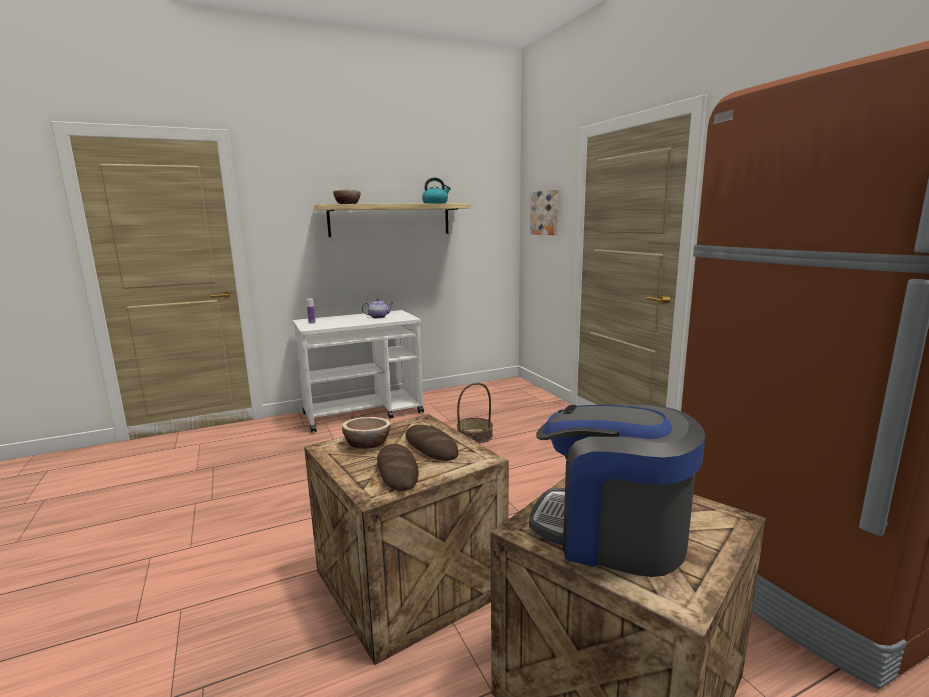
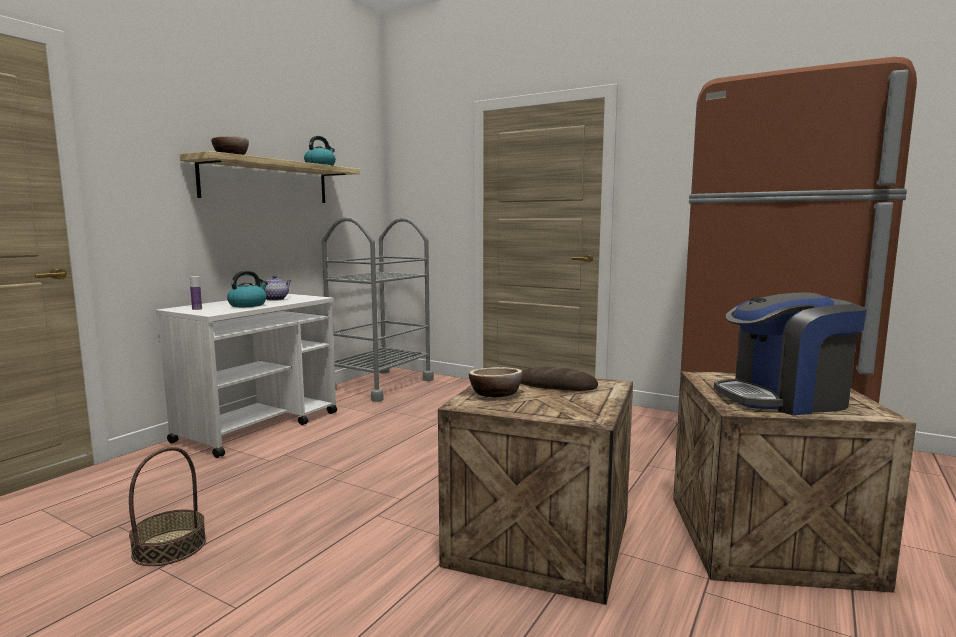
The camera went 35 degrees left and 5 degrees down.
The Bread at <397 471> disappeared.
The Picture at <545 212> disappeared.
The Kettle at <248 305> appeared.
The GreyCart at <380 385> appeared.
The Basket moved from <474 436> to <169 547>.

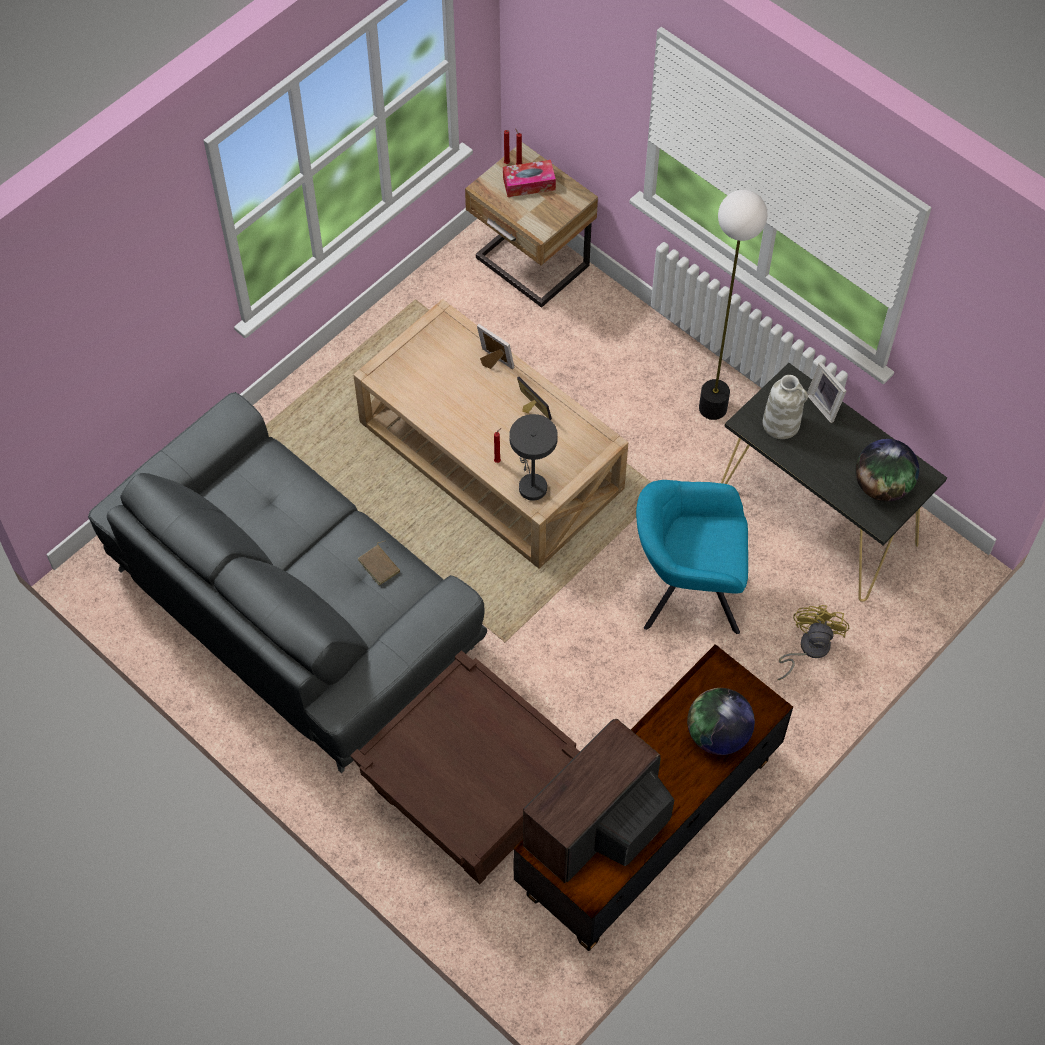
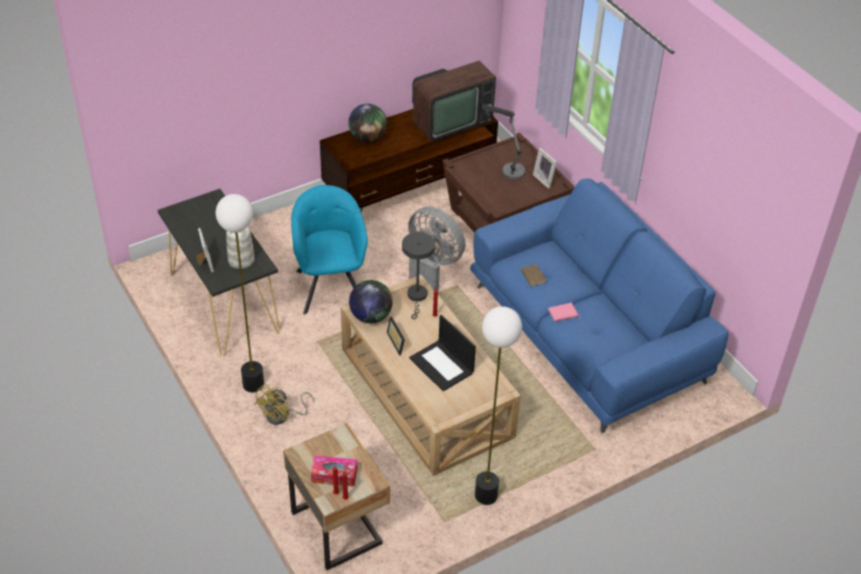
The camera went 165 degrees left and 15 degrees down.
The GreyFan at <432 265> appeared.
The Laptop at <442 365> appeared.
The FloorLamp at <485 495> appeared.
The TableLamp at <507 169> appeared.
The PinkBook at <563 314> appeared.
The PictureFrame moved from <493 363> to <545 179>.
The YellowFan moved from <808 648> to <282 416>.
The Globe moved from <882 486> to <370 316>.
The GreySofa at <294 607> became the BlueSofa at <588 334>.
The TurquoiseArmchair at <686 589> turned 120 degrees counterclockwise.

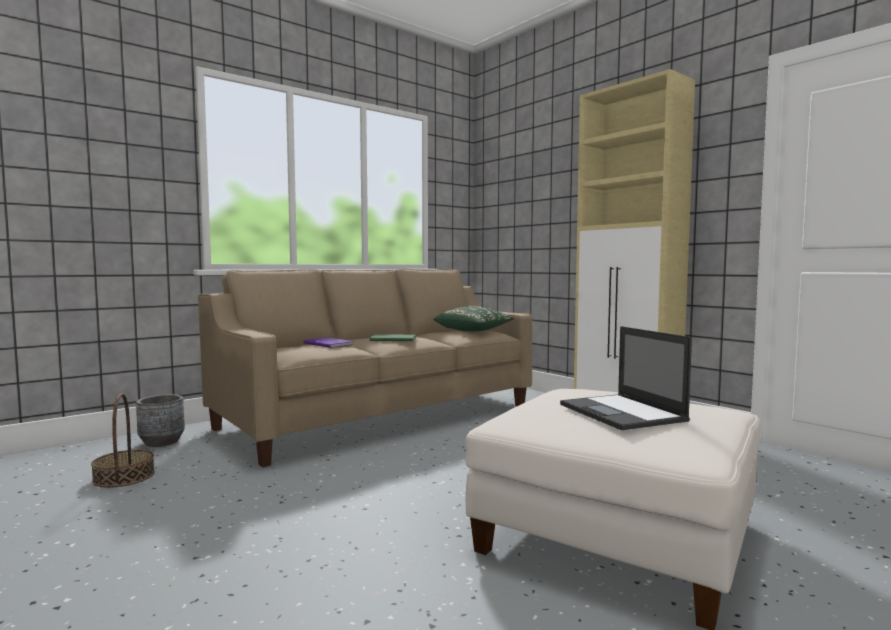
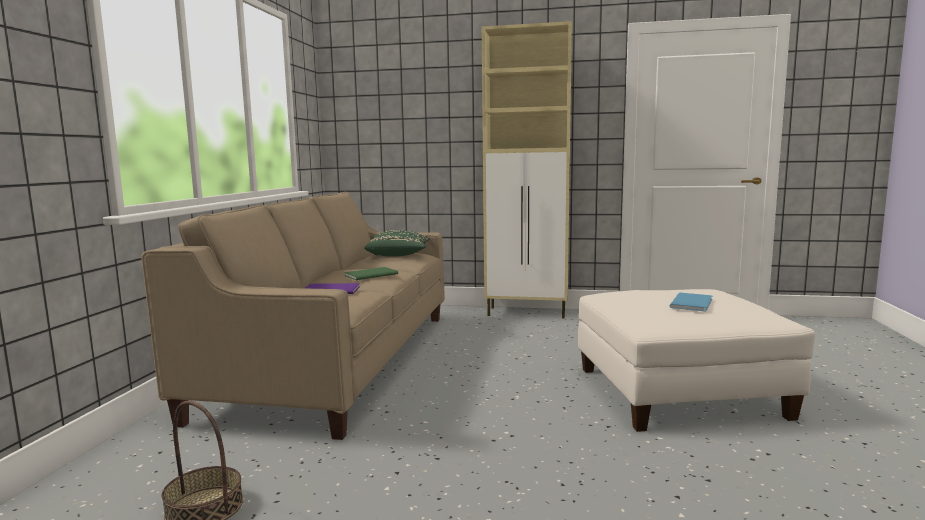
The camera went 40 degrees left and 5 degrees up.
The GreyPlanter at <162 442> disappeared.
The Laptop at <622 413> was replaced by the BlueBook at <693 303>.

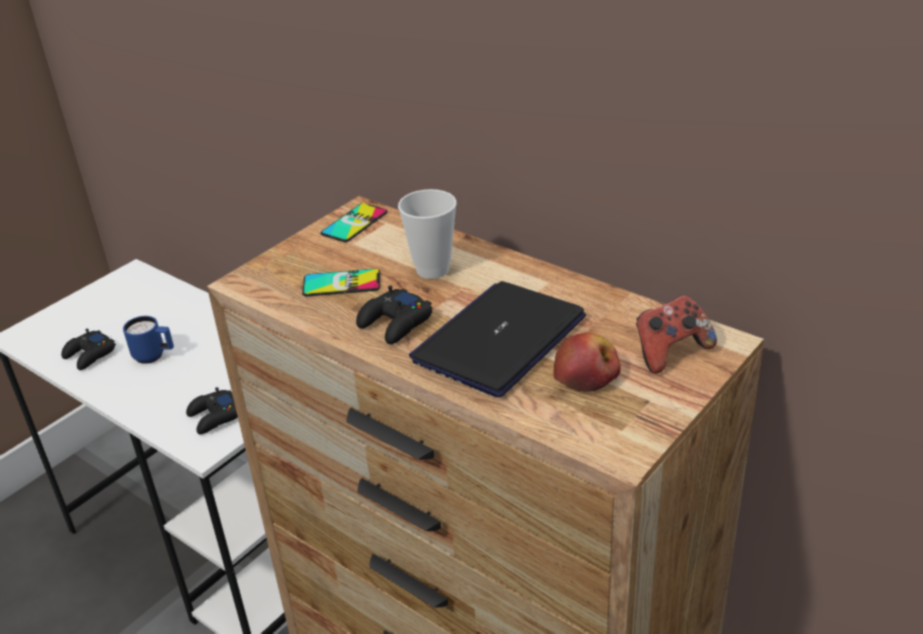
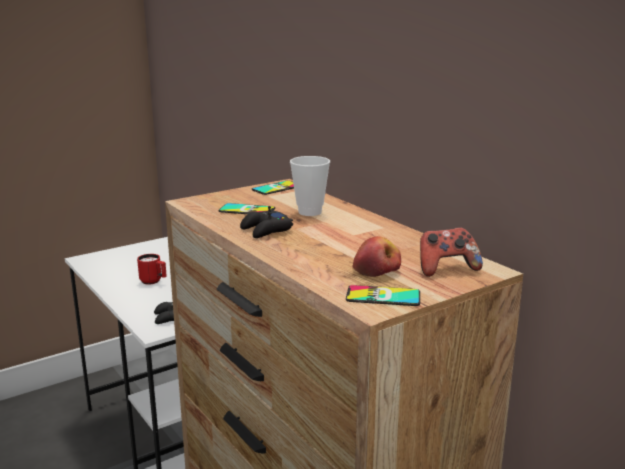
The camera went 15 degrees right and 15 degrees down.
The BlackGameController at <89 355> disappeared.
The Laptop at <499 339> disappeared.
The Phone at <383 296> appeared.
The BlueMug at <154 356> became the RedMug at <153 281>.

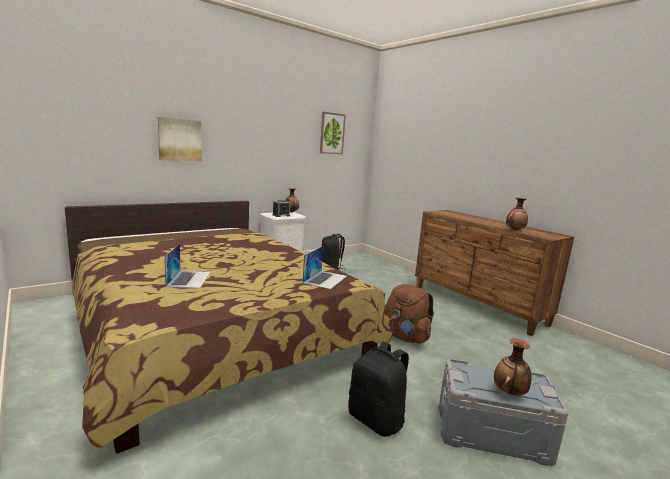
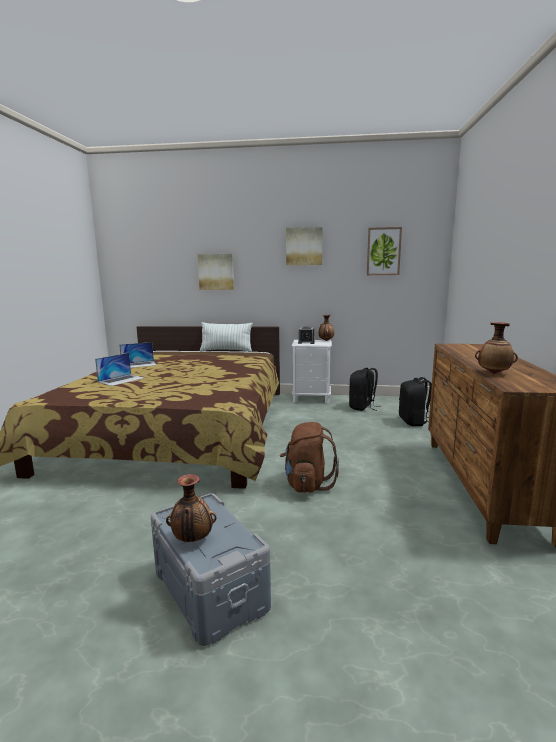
The camera went 45 degrees right and 0 degrees up.
The Pillow at <226 351> appeared.
The Picture at <304 246> appeared.
The Laptop moved from <325 279> to <139 364>.
The BlackBackpack moved from <377 420> to <413 422>.

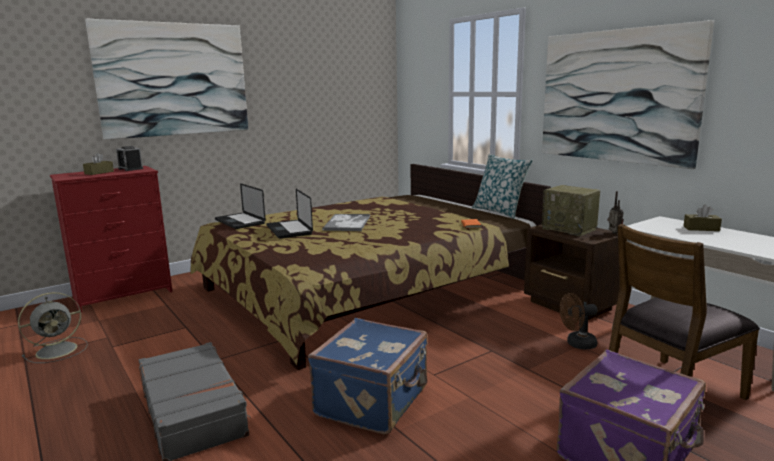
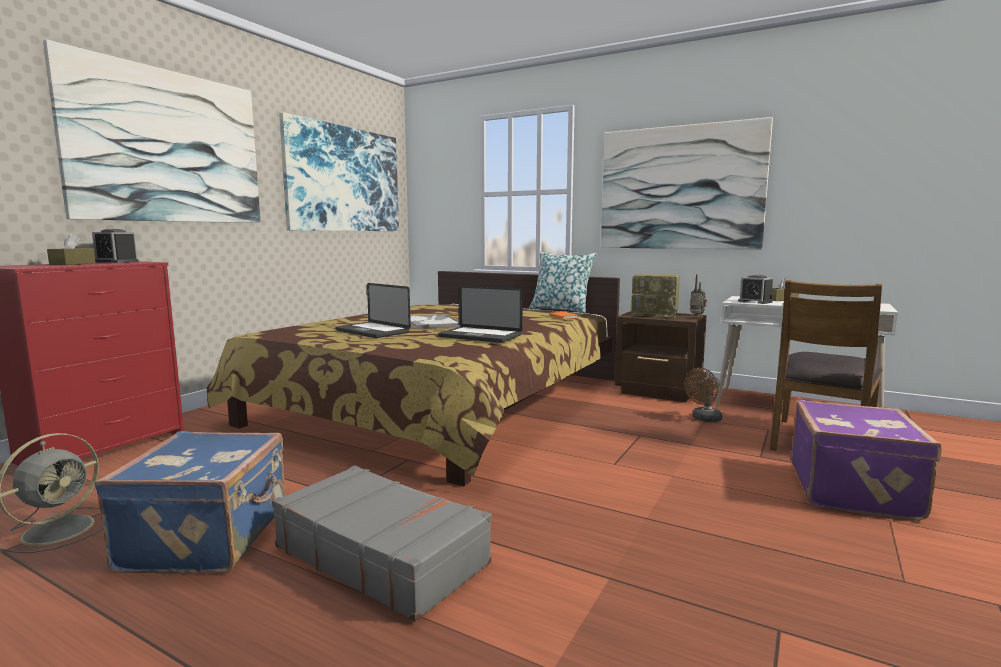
The camera went 25 degrees left and 5 degrees down.
The Picture at <344 179> appeared.
The AlarmClock at <755 302> appeared.
The Laptop moved from <240 222> to <480 336>.
The BlueSuitcase moved from <374 402> to <210 537>.

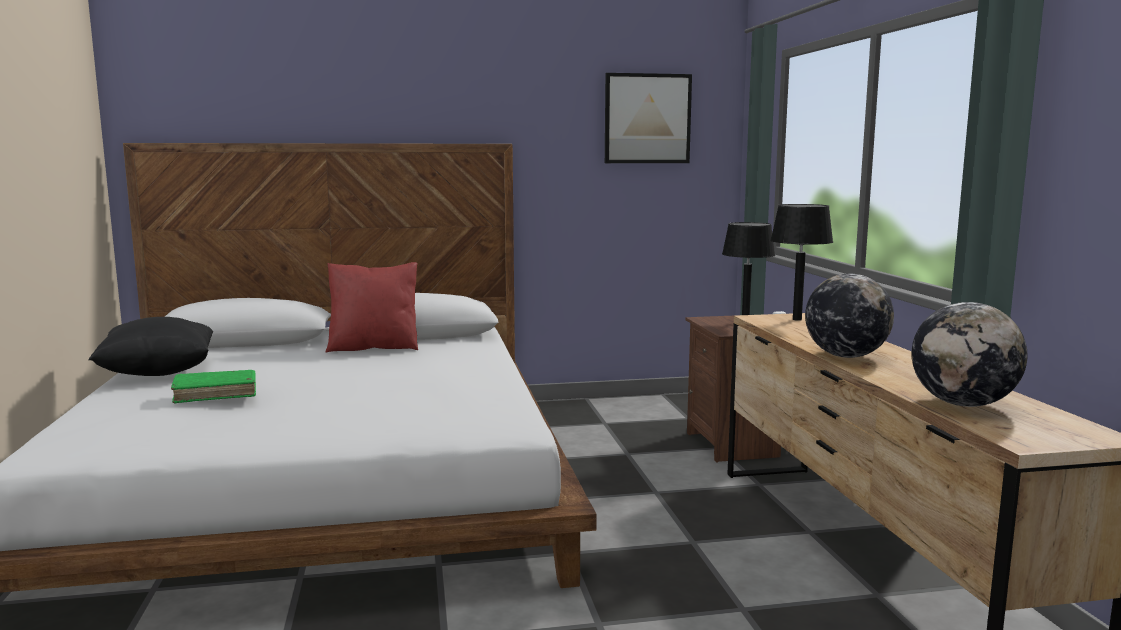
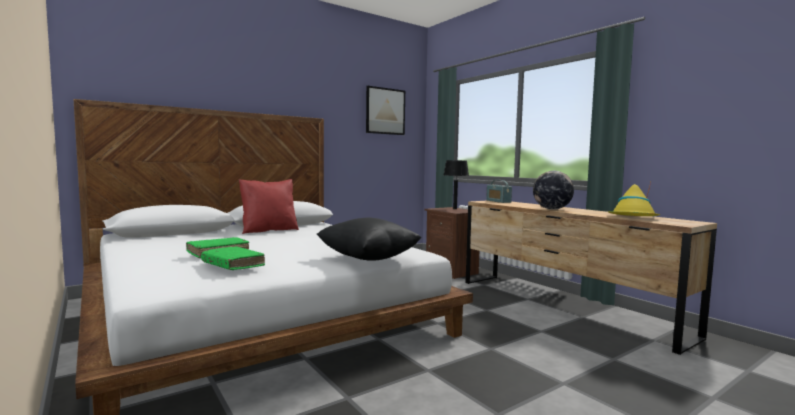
The camera went 25 degrees left and 5 degrees down.
The GreenBook at <233 265> appeared.
The BlackPillow moved from <159 373> to <368 259>.
The BlackTableLamp at <797 319> was replaced by the Radio at <498 201>.
The Globe at <963 404> was replaced by the YellowHat at <633 218>.

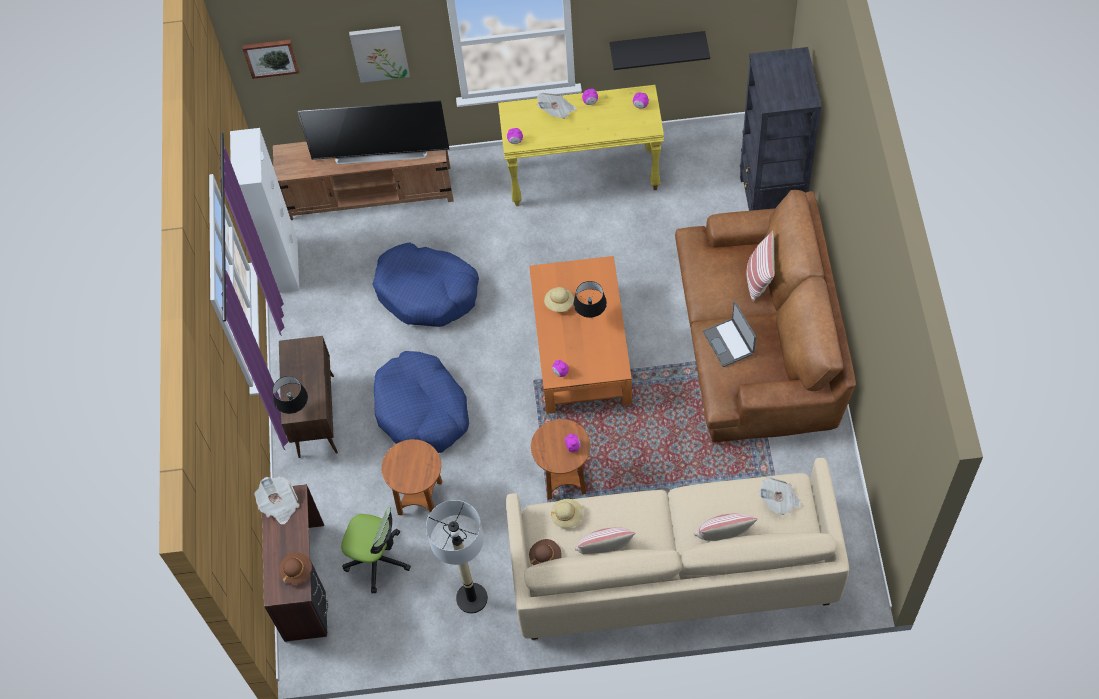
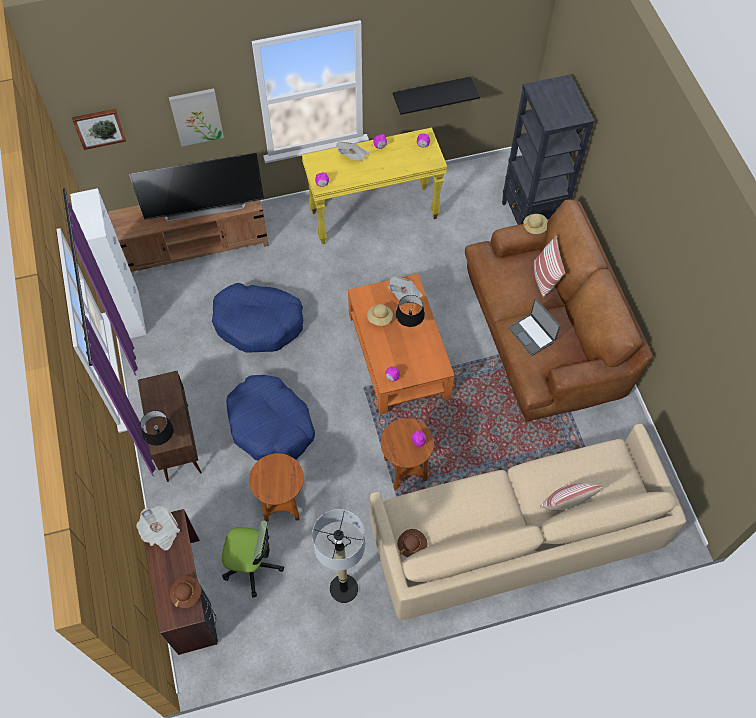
The camera went 15 degrees left and 0 degrees up.
The Pillow at <605 549> disappeared.
The BeigeHat moved from <567 516> to <535 227>.
The Newspaper moved from <779 501> to <405 294>.

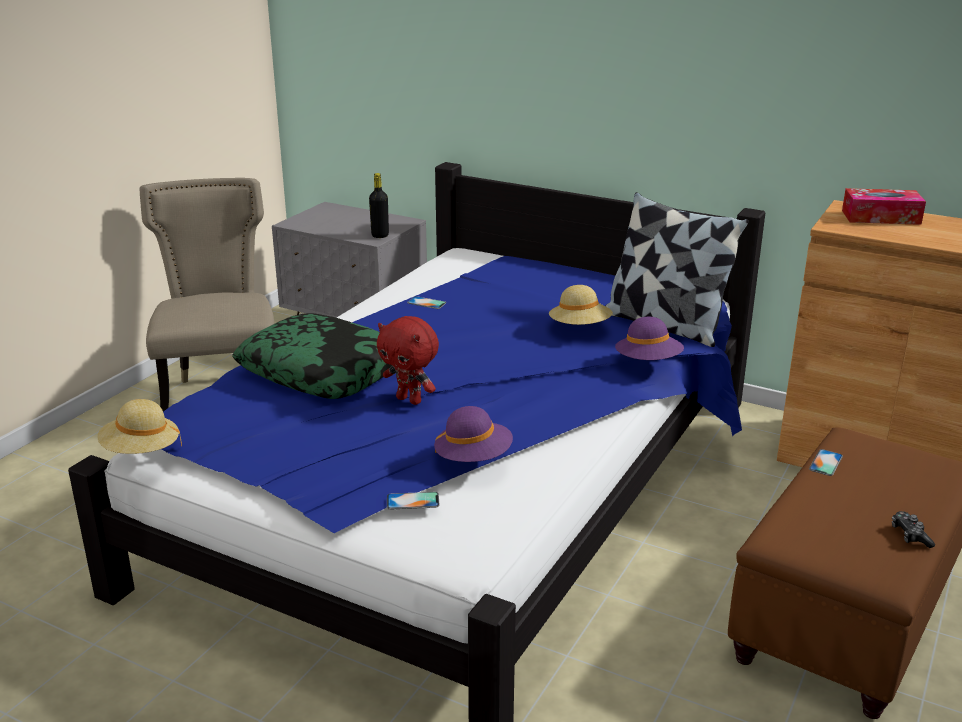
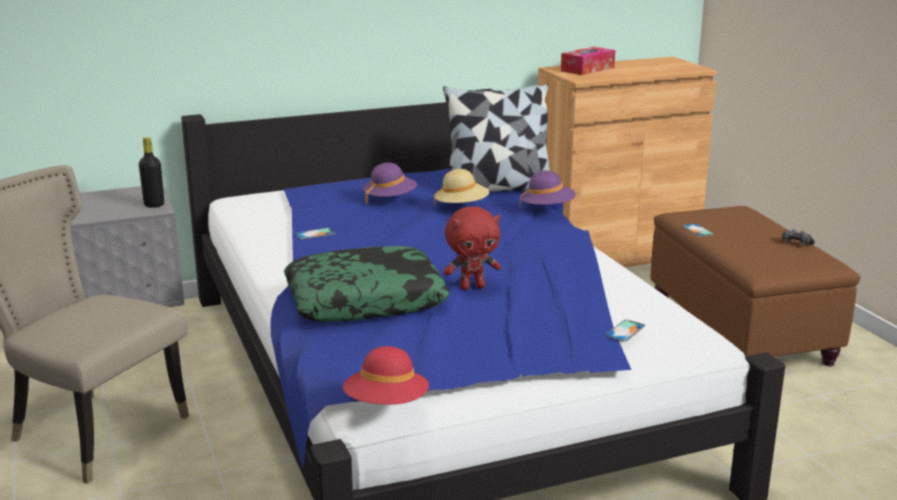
The camera went 50 degrees left and 5 degrees down.
The PurpleHat moved from <473 458> to <390 199>.
The BeigeHat at <141 451> became the RedHat at <386 405>.

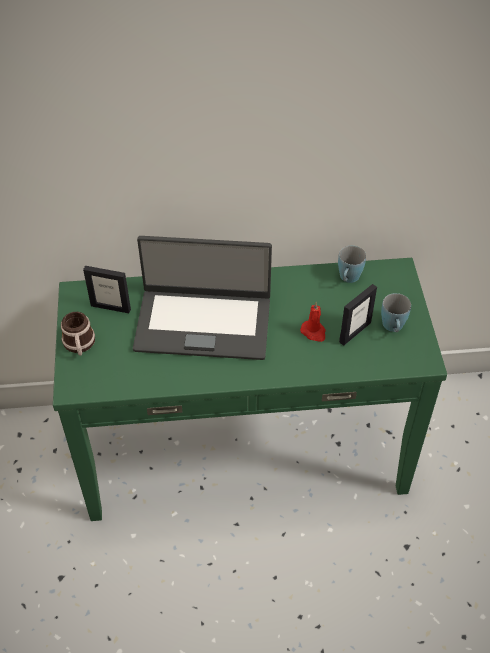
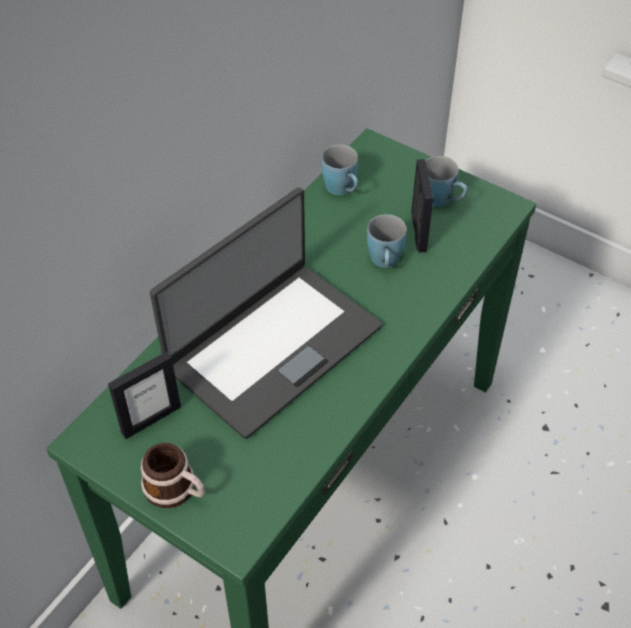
The camera went 50 degrees left and 0 degrees up.
The RedCandle at <314 332> was replaced by the BlueMug at <385 263>.

